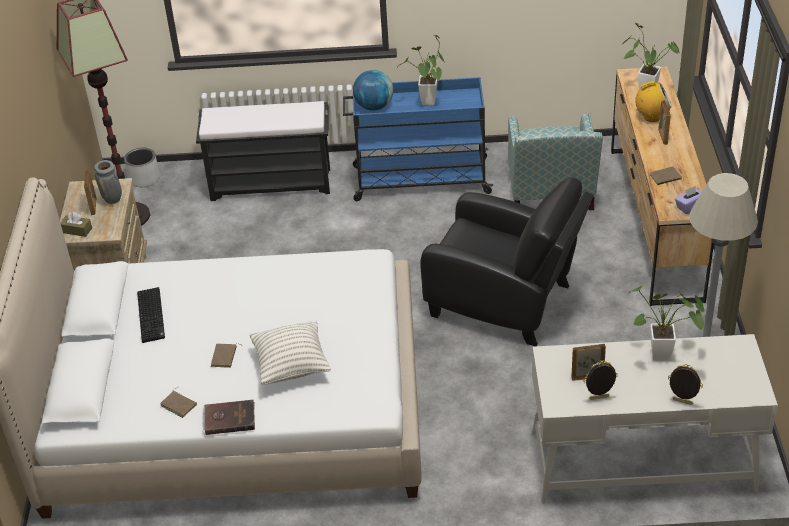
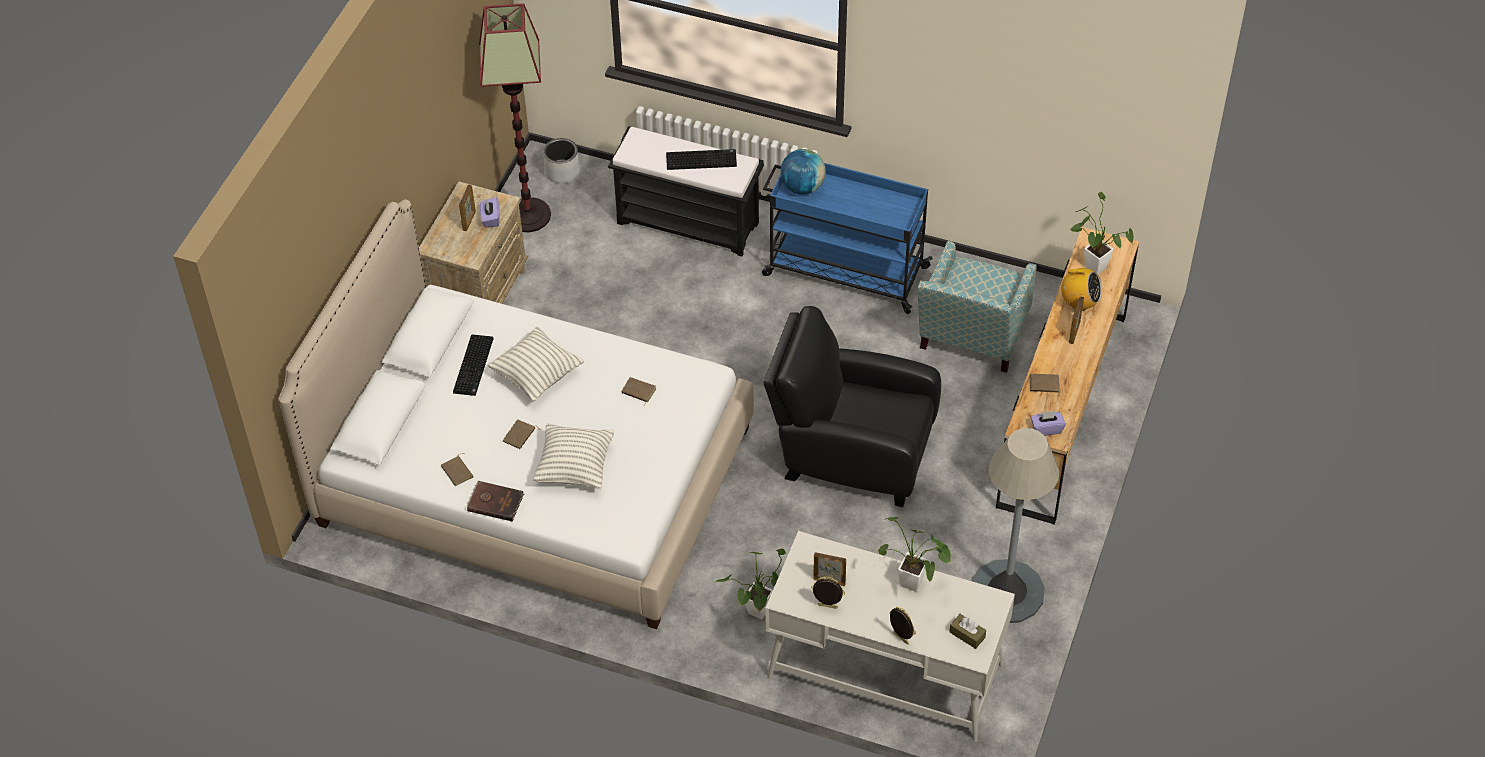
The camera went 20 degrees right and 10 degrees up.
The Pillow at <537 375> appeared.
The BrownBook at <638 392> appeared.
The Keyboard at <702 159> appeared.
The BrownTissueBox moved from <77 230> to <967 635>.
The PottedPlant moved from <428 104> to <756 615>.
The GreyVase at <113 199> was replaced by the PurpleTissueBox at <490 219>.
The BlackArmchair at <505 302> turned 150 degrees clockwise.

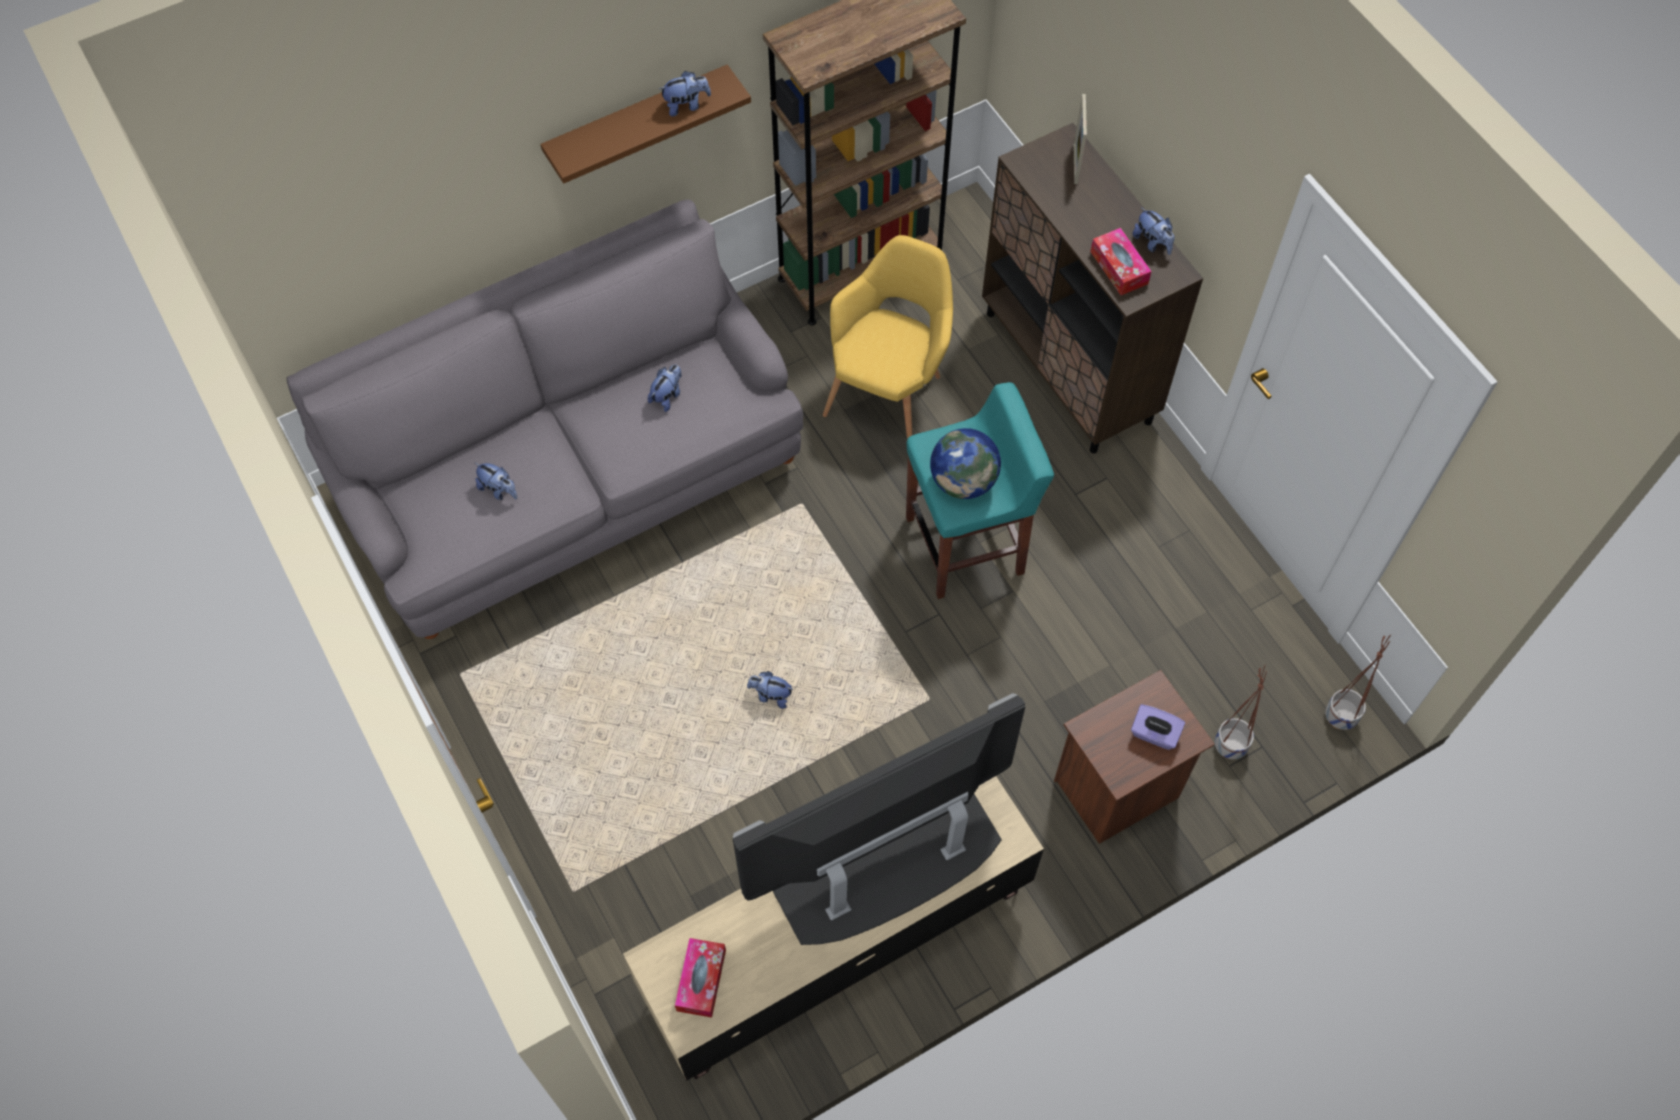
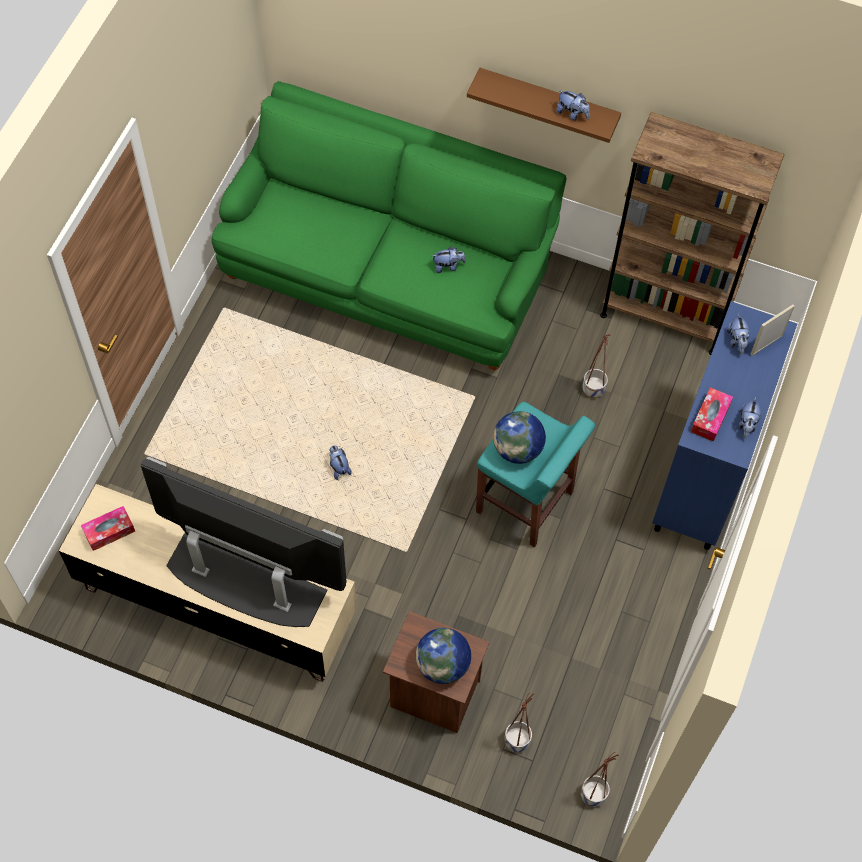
The camera went 50 degrees right and 0 degrees up.
The PlushToy moved from <499 490> to <737 341>.
The YellowArmchair at <889 391> was replaced by the Planter at <593 389>.
The PurpleTissueBox at <1154 734> was replaced by the Globe at <442 665>.
The GreySofa at <571 477> became the GreenSofa at <388 271>.
The BrownCabinet at <1068 368> became the BlueCabinet at <704 475>.

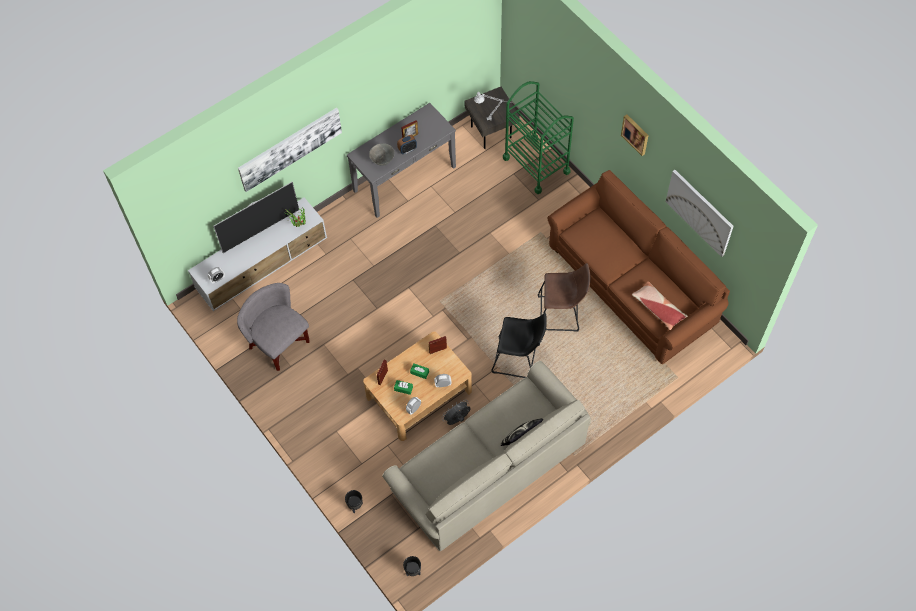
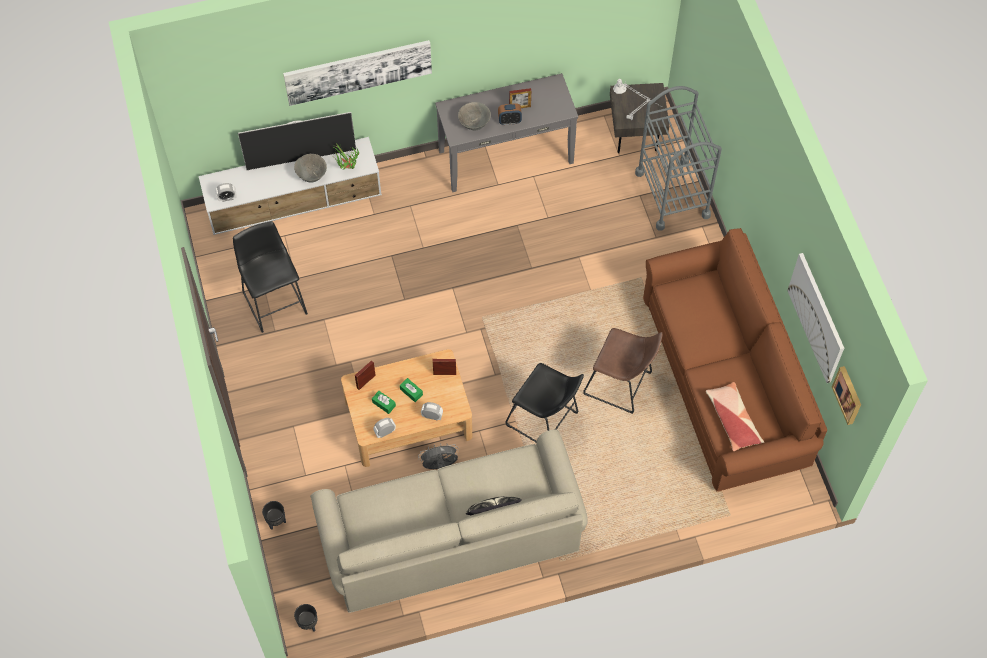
The camera went 20 degrees right and 0 degrees up.
The GreyBowl at <311 175> appeared.
The Picture moved from <635 134> to <848 395>.
The GreyArmchair at <279 343> was replaced by the BlackStool at <274 300>.
The GreenCart at <536 165> became the GreyCart at <672 194>.

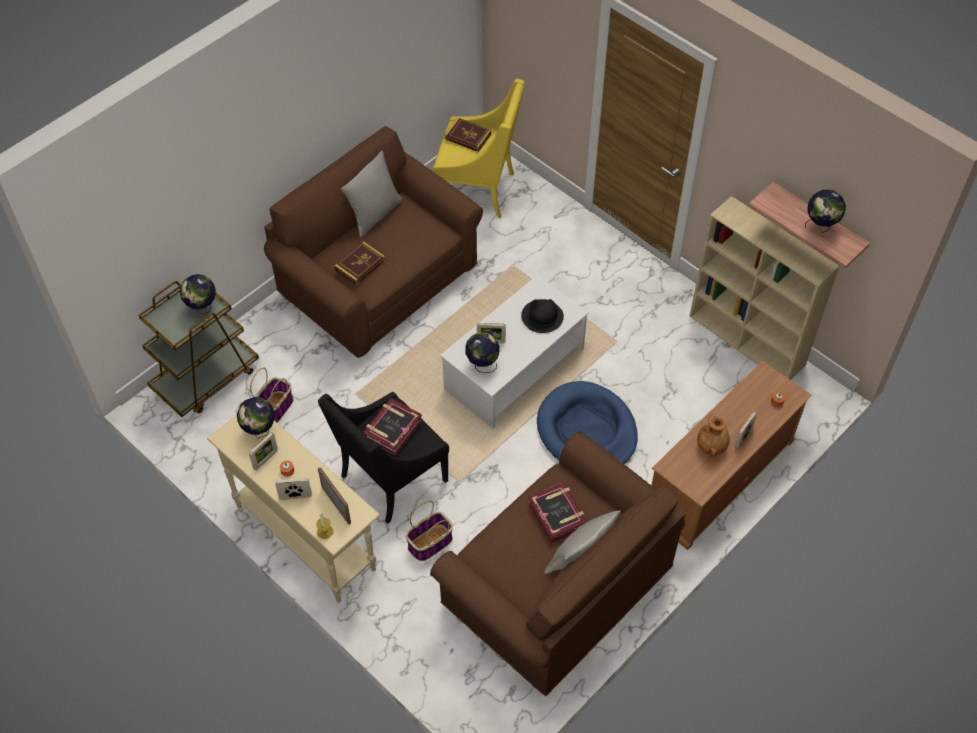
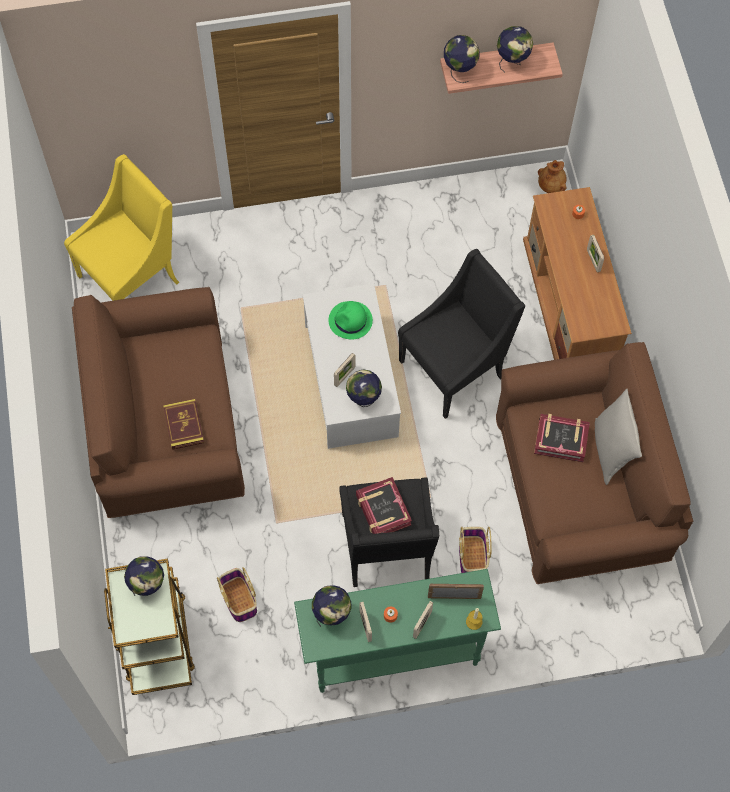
The camera went 55 degrees left and 10 degrees up.
The GreyPillow at <374 214> disappeared.
The Book at <467 136> disappeared.
The BeigeBookcase at <748 341> disappeared.
The Globe at <459 70> appeared.
The BrownVase moved from <712 446> to <551 185>.
The BlueDogBed at <587 431> was replaced by the BlackArmchair at <454 368>.
The BeigeConsoleTable at <305 537> became the GreenConsoleTable at <393 653>.
The BlackHat at <542 317> became the GreenHat at <350 321>.

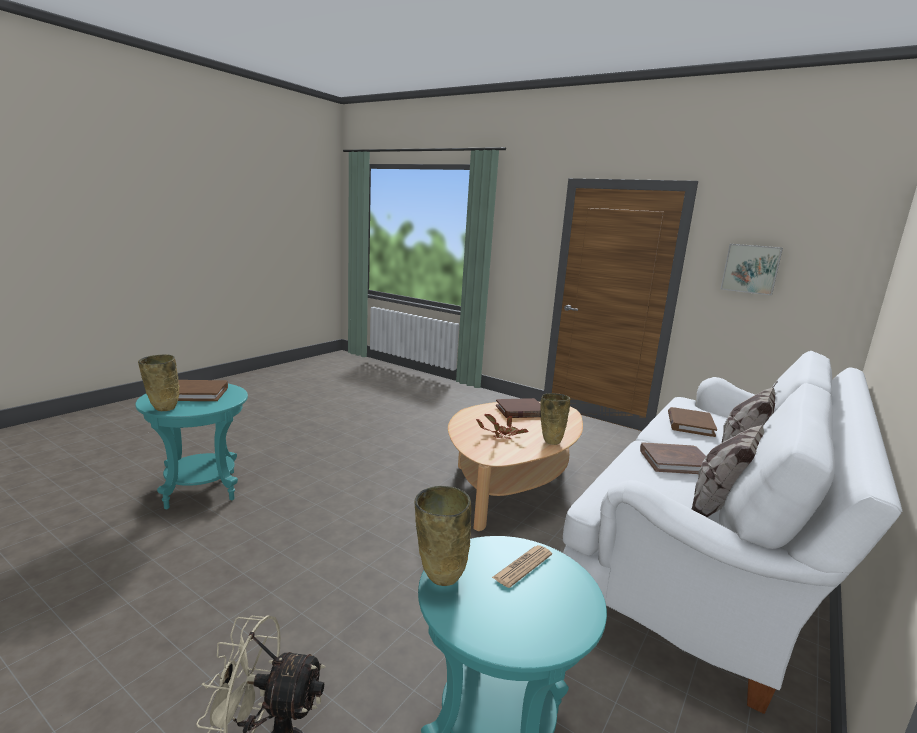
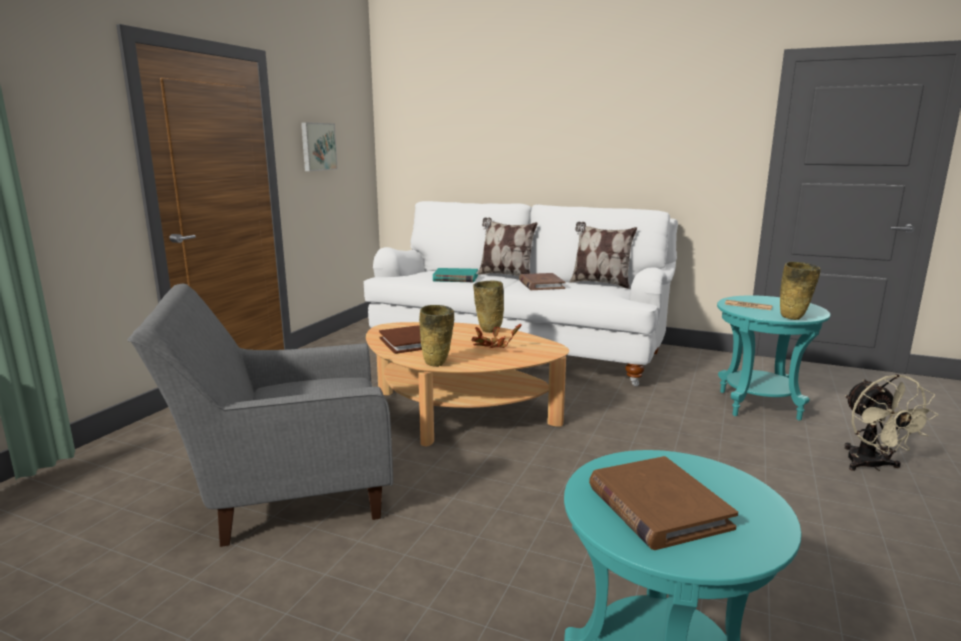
The camera went 100 degrees left and 0 degrees up.
The GreyArmchair at <286 489> appeared.
The BeigeVase moved from <162 409> to <437 364>.
The BrownBook at <690 424> became the TurquoiseBook at <455 278>.

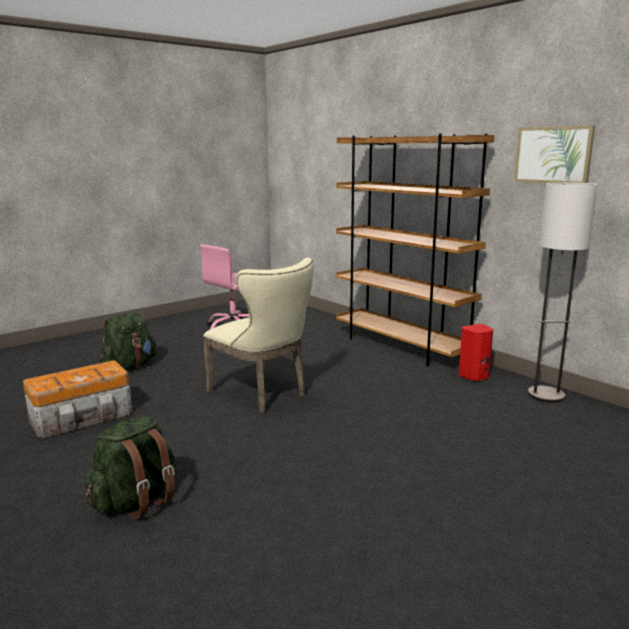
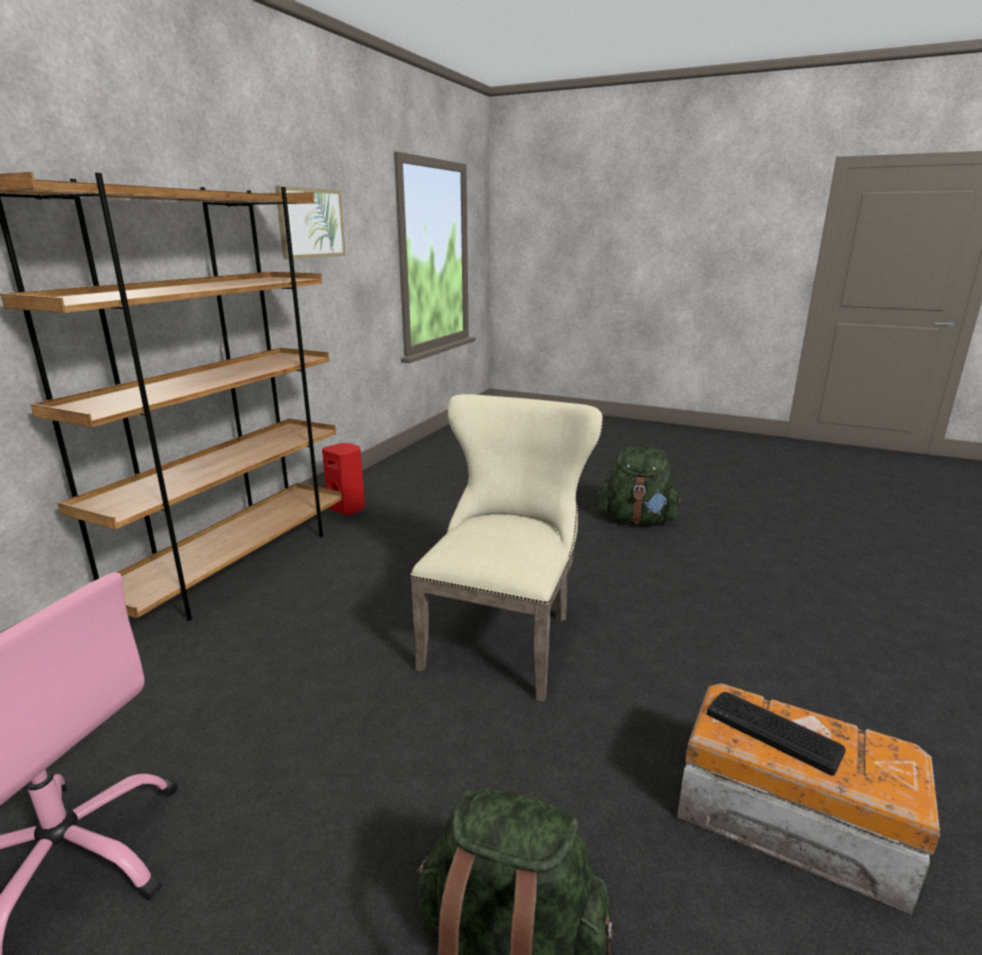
The camera went 115 degrees left and 5 degrees up.
The FloorLamp at <546 395> disappeared.
The Keyboard at <773 731> appeared.
The GreenBackpack moved from <136 501> to <637 519>.

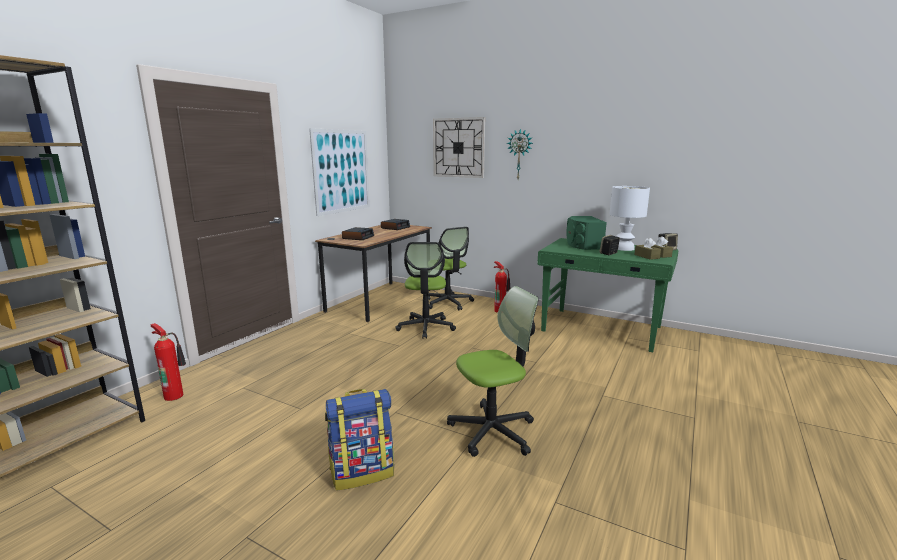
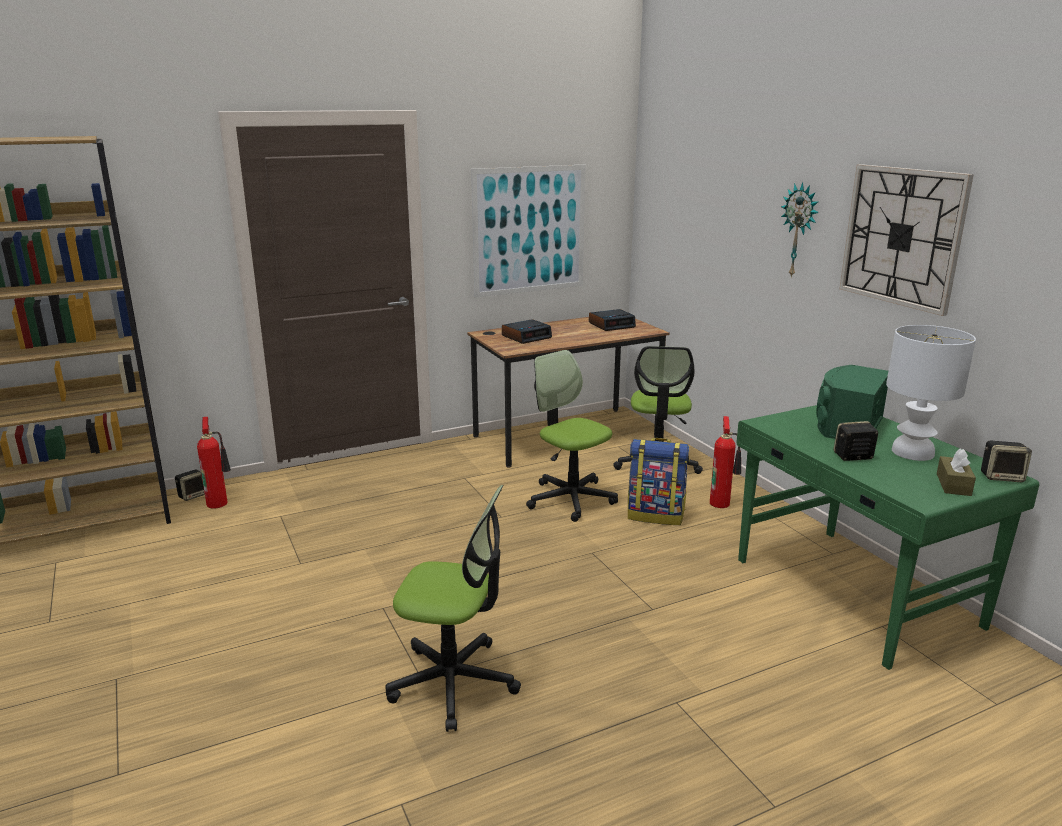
The camera went 35 degrees right and 5 degrees up.
The BrownTissueBox at <646 256> disappeared.
The Speaker at <193 495> appeared.
The Backpack moved from <362 472> to <656 515>.
The WallClock moved from <458 148> to <902 236>.
The OfficeChair at <426 327> turned 105 degrees clockwise.

